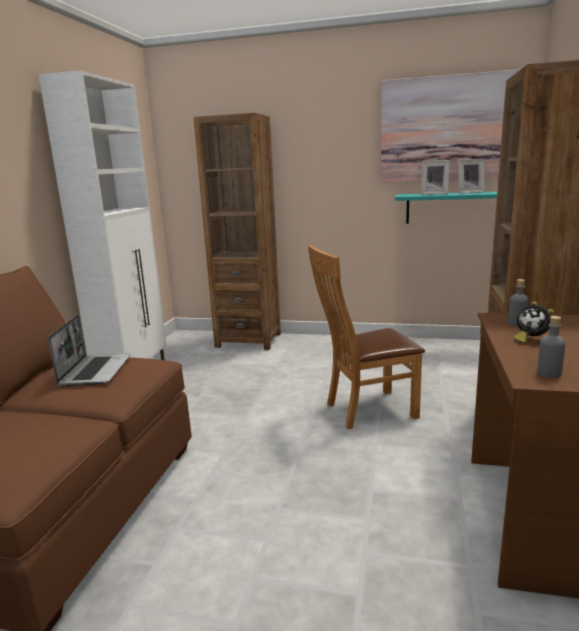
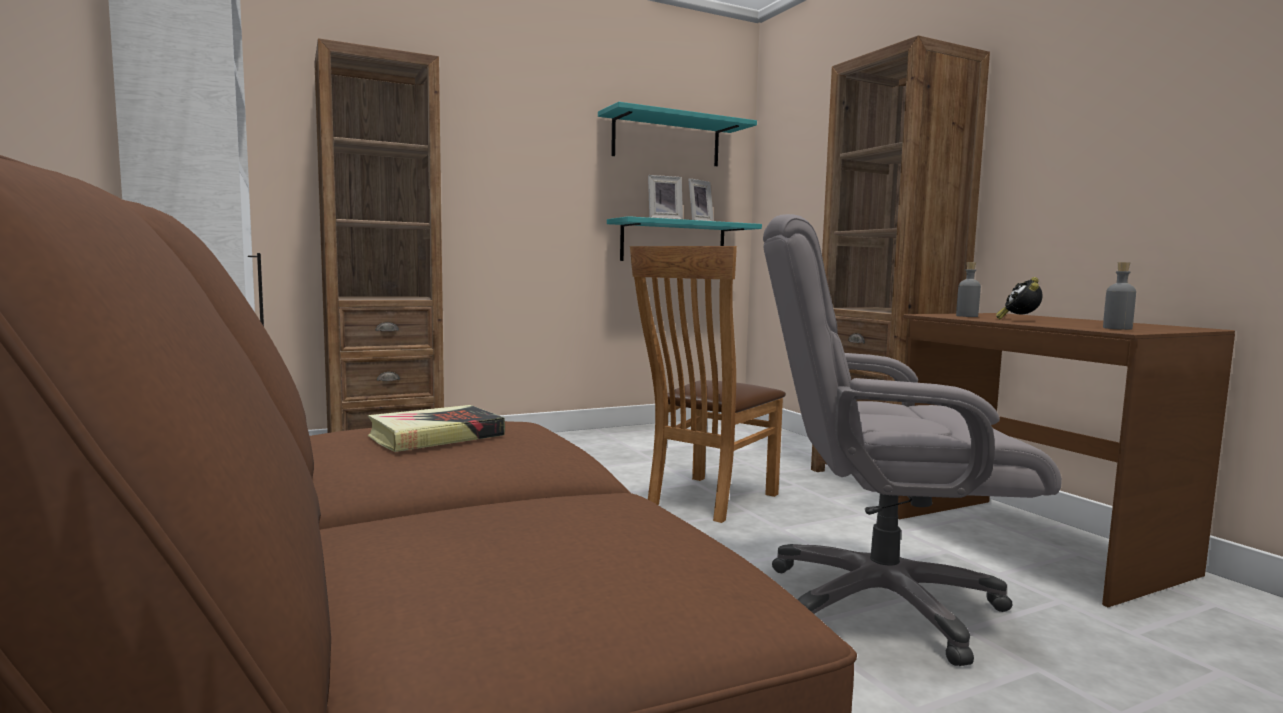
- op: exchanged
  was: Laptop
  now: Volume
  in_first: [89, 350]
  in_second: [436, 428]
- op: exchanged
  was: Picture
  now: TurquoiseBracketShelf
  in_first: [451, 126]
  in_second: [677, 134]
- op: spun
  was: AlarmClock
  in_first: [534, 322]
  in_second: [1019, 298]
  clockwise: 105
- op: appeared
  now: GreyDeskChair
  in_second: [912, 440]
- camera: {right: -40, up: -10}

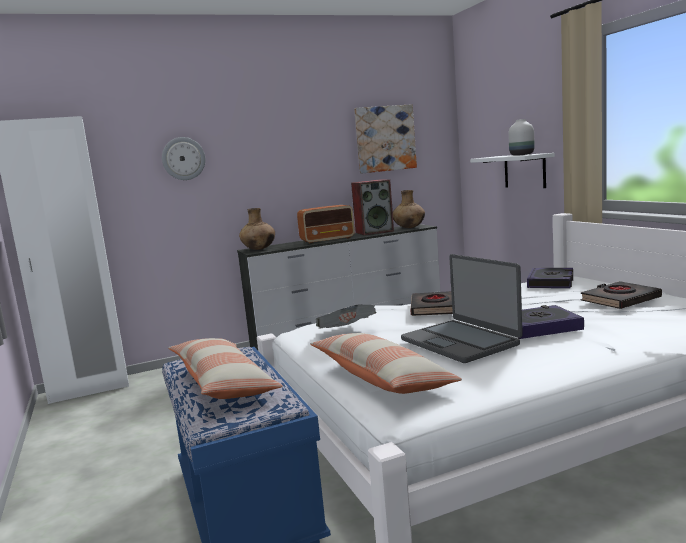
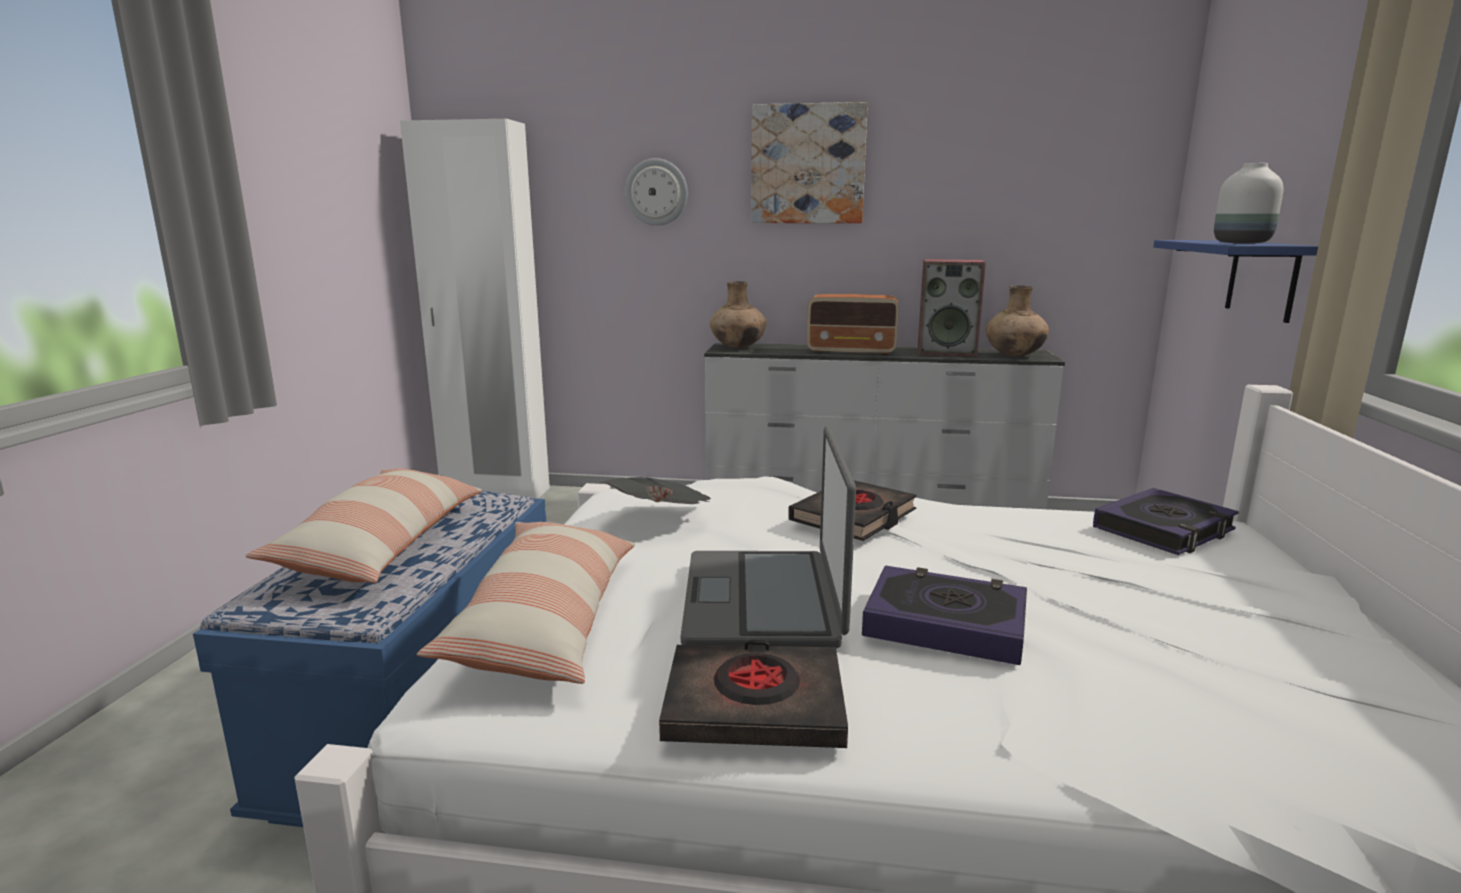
- op: relocated
  was: Picture
  in_first: [385, 139]
  in_second: [809, 162]
- op: colour
  was: WhiteColouredBracketShelf
  now: BlueBracketShelf
  in_first: [512, 170]
  in_second: [1235, 281]
- op: relocated
  was: BlackishVolume
  in_first: [621, 295]
  in_second: [753, 694]
- camera: {right: 30, up: 5}

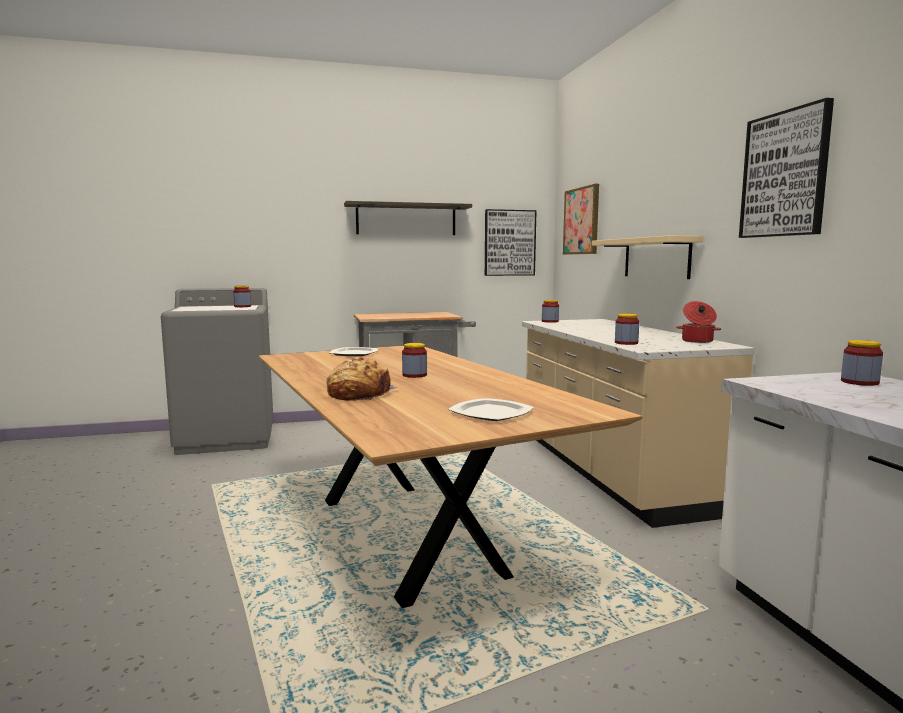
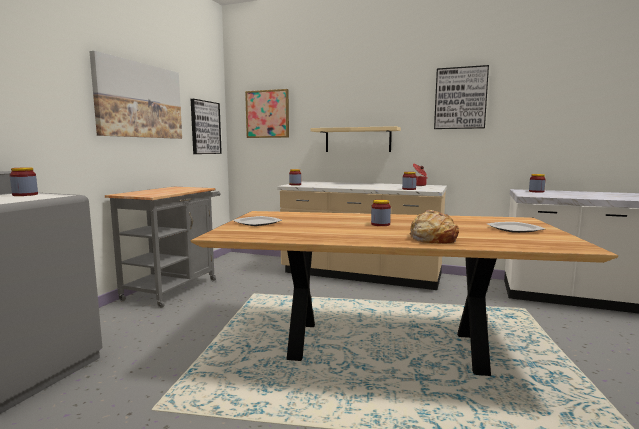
- op: exchanged
  was: BracketShelf
  now: Picture
  in_first: [408, 218]
  in_second: [135, 95]
- camera: {right: -55, up: 0}

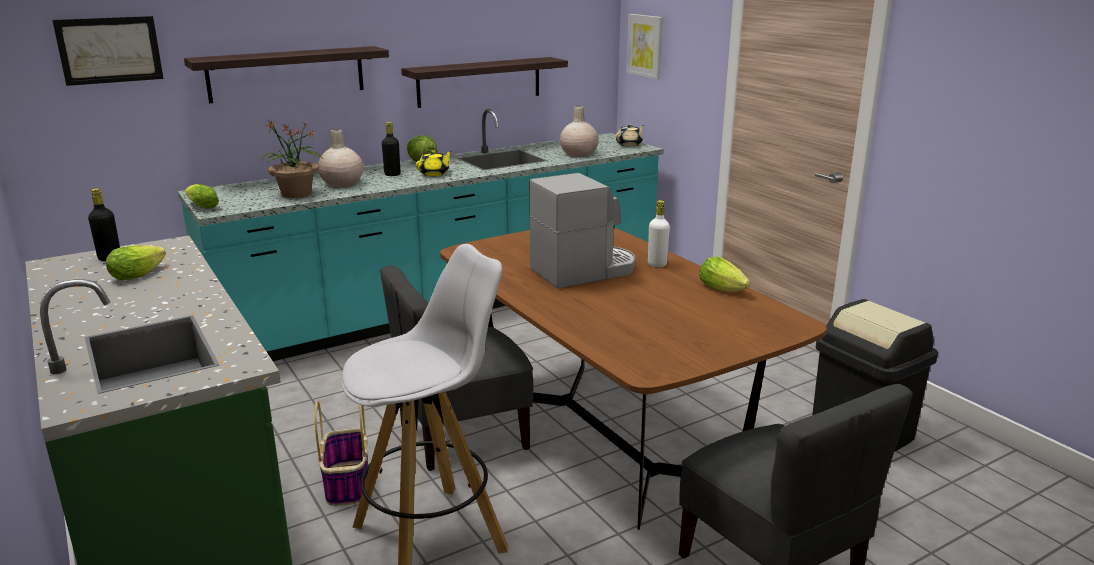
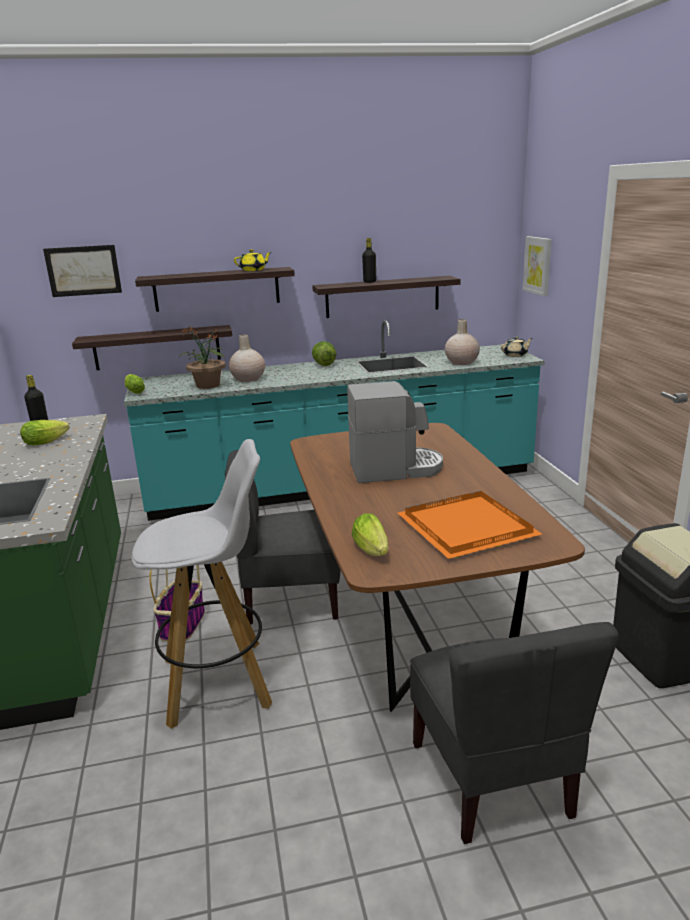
- op: relocated
  was: BlackishBeverageBottle
  in_first: [391, 149]
  in_second: [369, 260]
- op: relocated
  was: YellowishPotForTea
  in_first: [433, 163]
  in_second: [252, 260]
- op: missing
  was: WhiteColouredBeverageBottle
  in_first: [659, 233]
- op: relocated
  was: HeadOfLettuce
  in_first: [725, 274]
  in_second: [370, 534]
- op: appeared
  now: BracketShelf
  in_second: [152, 347]
- op: appeared
  now: OrangeyTray
  in_second: [470, 525]
- camera: {right: 20, up: 0}

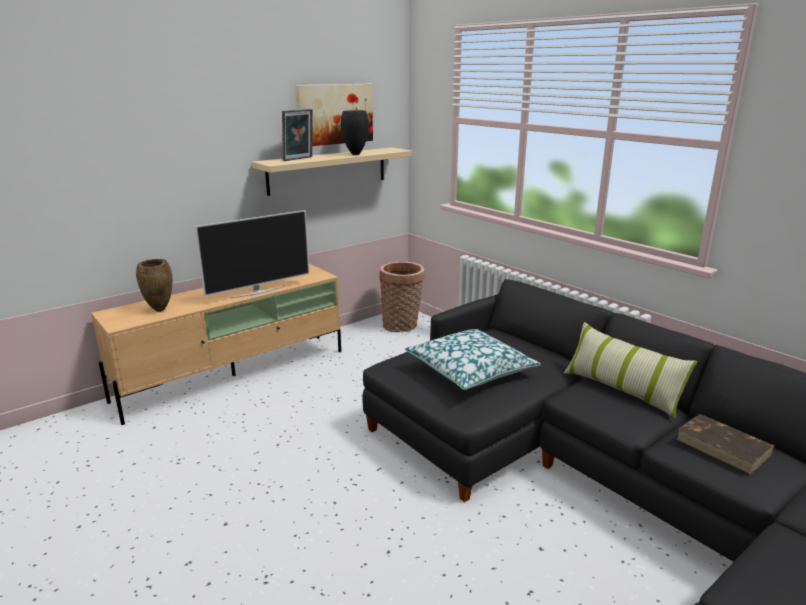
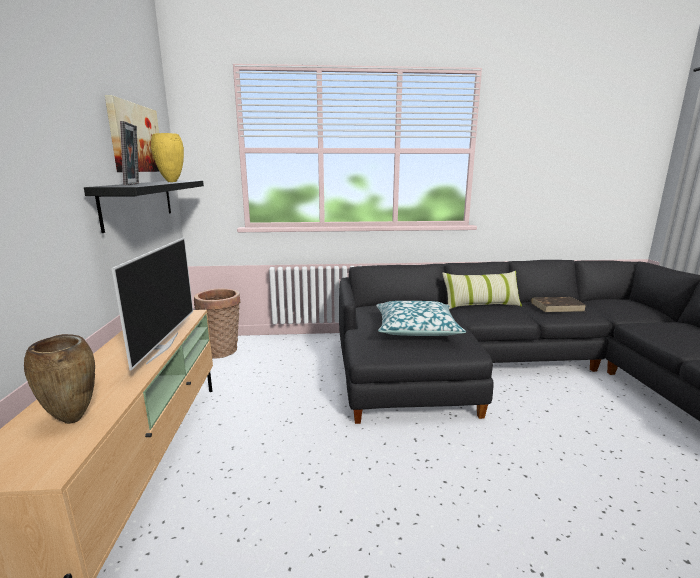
- op: colour
  was: SandColouredBracketShelf
  now: BlackishBracketShelf
  in_first: [332, 171]
  in_second: [144, 207]
- op: colour
  was: BlackishDecorativeVase
  now: YellowishDecorativeVase
  in_first: [355, 132]
  in_second: [167, 157]
- camera: {right: -55, up: -5}

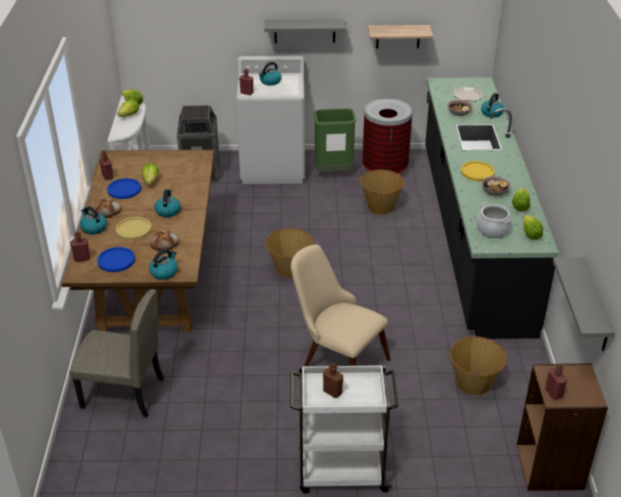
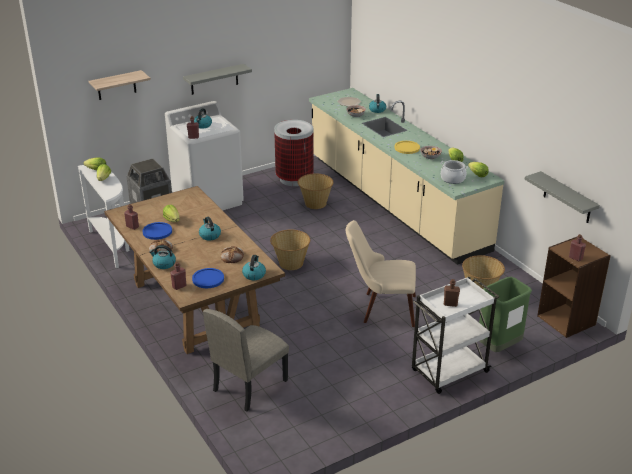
- op: spun
  was: SandColouredUprightChair
  in_first: [116, 353]
  in_second: [246, 360]
  clockwise: 150
- op: missing
  was: YellowishFlatDish
  in_first: [134, 228]
- op: relocated
  was: GreenColouredTrashCan
  in_first: [335, 140]
  in_second: [505, 314]
- op: relocated
  was: BracketShelf
  in_first: [400, 37]
  in_second: [120, 85]
- op: colour
  was: BlackishKitchenBaseUnit
  now: SandColouredKitchenBaseUnit
  in_first: [492, 208]
  in_second: [407, 176]
- camera: {right: -30, up: -5}

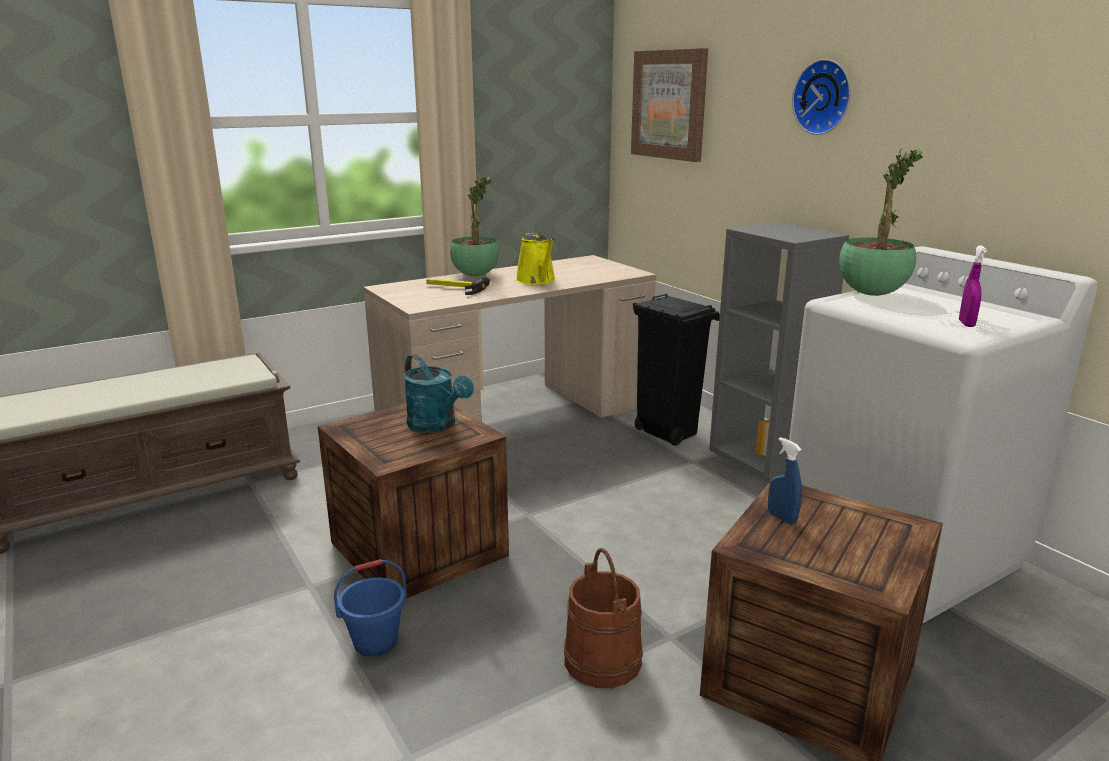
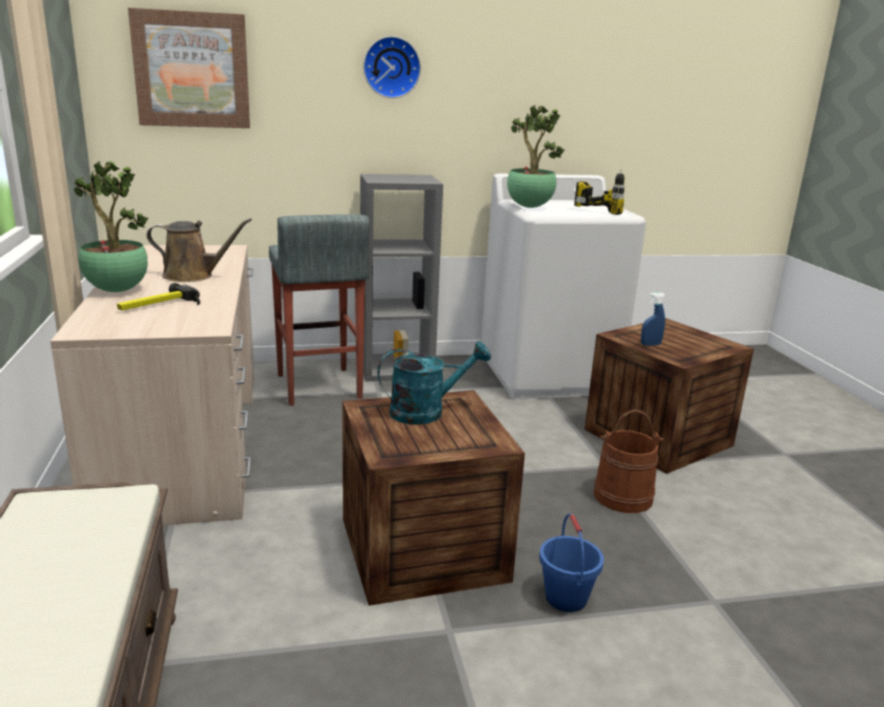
- op: colour
  was: YellowishWateringCan
  now: BrownColouredWateringCan
  in_first: [536, 259]
  in_second: [199, 250]
- op: exchanged
  was: BlackishTrashCan
  now: GreySittingStool
  in_first: [676, 370]
  in_second: [319, 310]
- op: exchanged
  was: PurpleColouredHandSprayer
  now: ElectricDrill
  in_first: [973, 286]
  in_second: [599, 192]
- camera: {right: -70, up: 0}

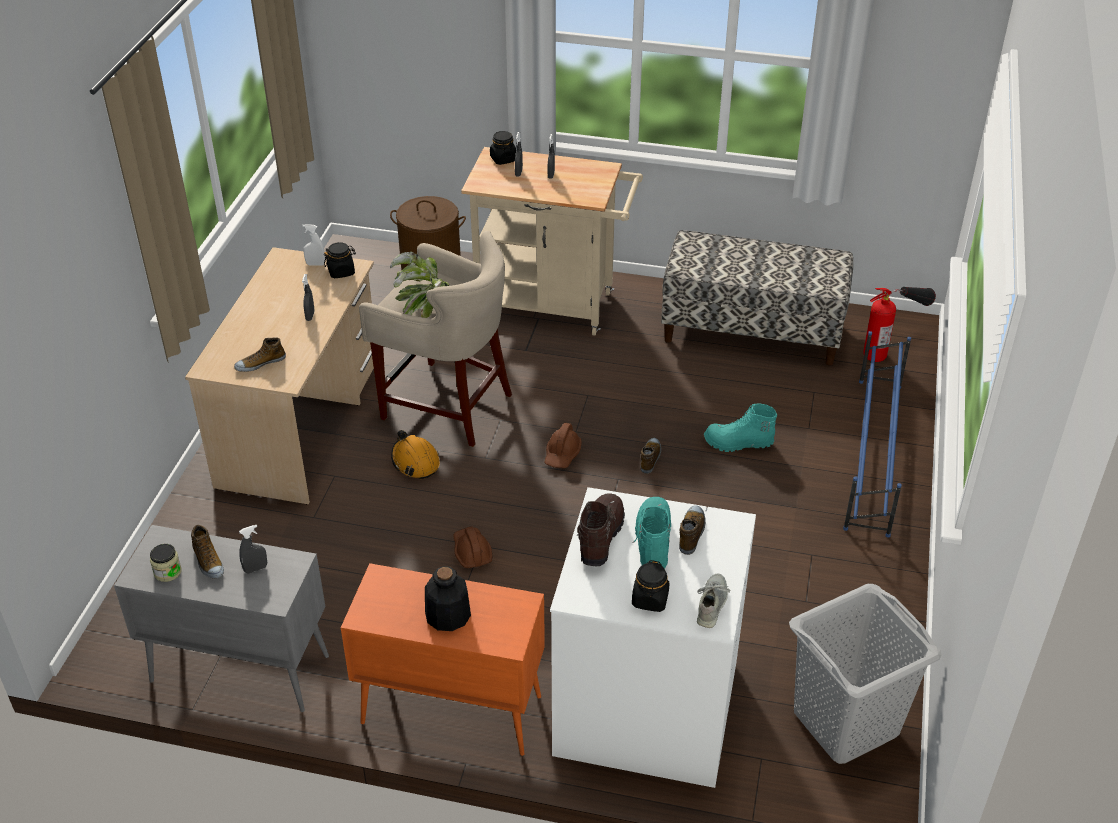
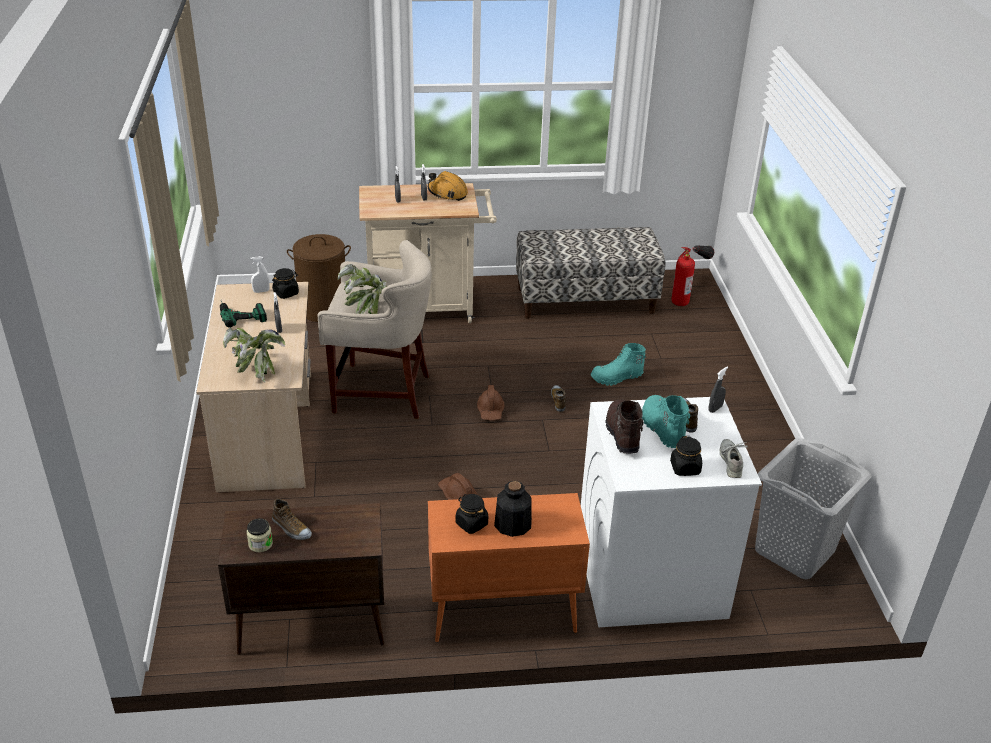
- op: colour
  was: GreyStorageCabinet
  now: BrownColouredStorageCabinet
  in_first: [221, 618]
  in_second: [301, 579]
- op: exchanged
  was: Shoe
  now: PlantInAPot
  in_first: [260, 355]
  in_second: [254, 354]
- op: relocated
  was: GreyHandSprayer
  in_first: [253, 549]
  in_second: [718, 390]
- op: relocated
  was: OrangeyWorkHelmet
  in_first: [415, 454]
  in_second: [448, 186]
- op: relocated
  was: BlackishPreserveJar
  in_first: [503, 148]
  in_second: [472, 514]
- op: missing
  was: BlueShoeShelf
  in_first: [877, 434]
- op: appeared
  now: ElectricDrill
  in_second: [243, 314]
- camera: {right: -20, up: -5}

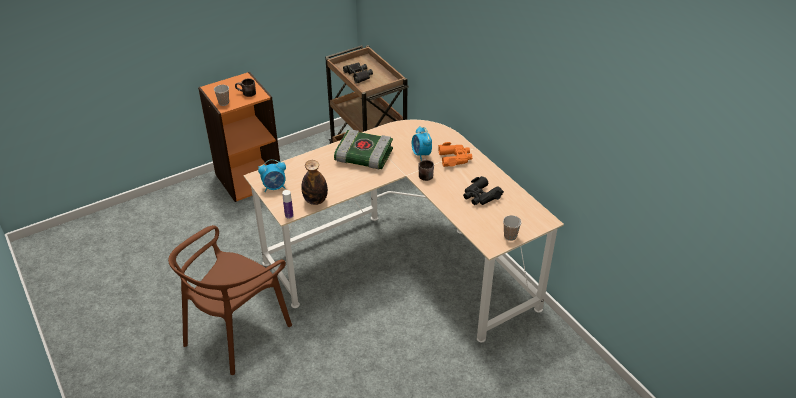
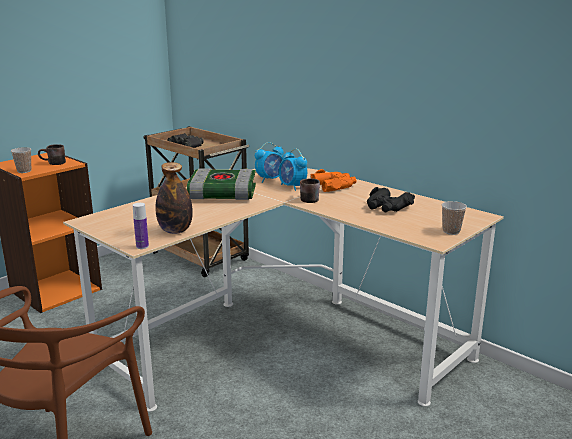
- op: relocated
  was: AlarmClock
  in_first: [272, 175]
  in_second: [269, 162]
- camera: {right: -15, up: -20}

